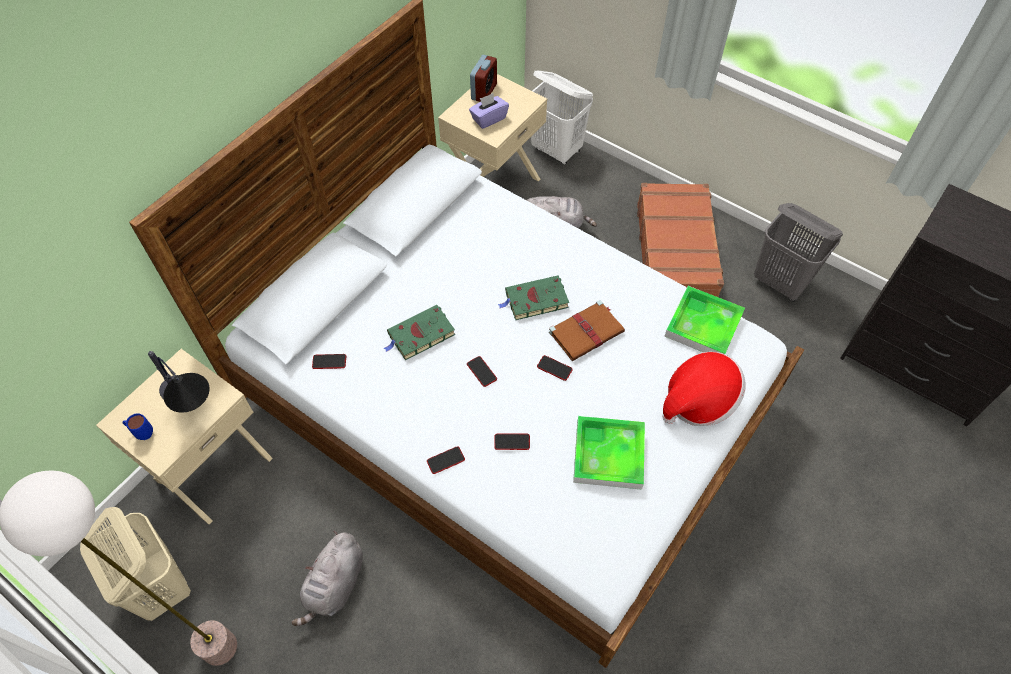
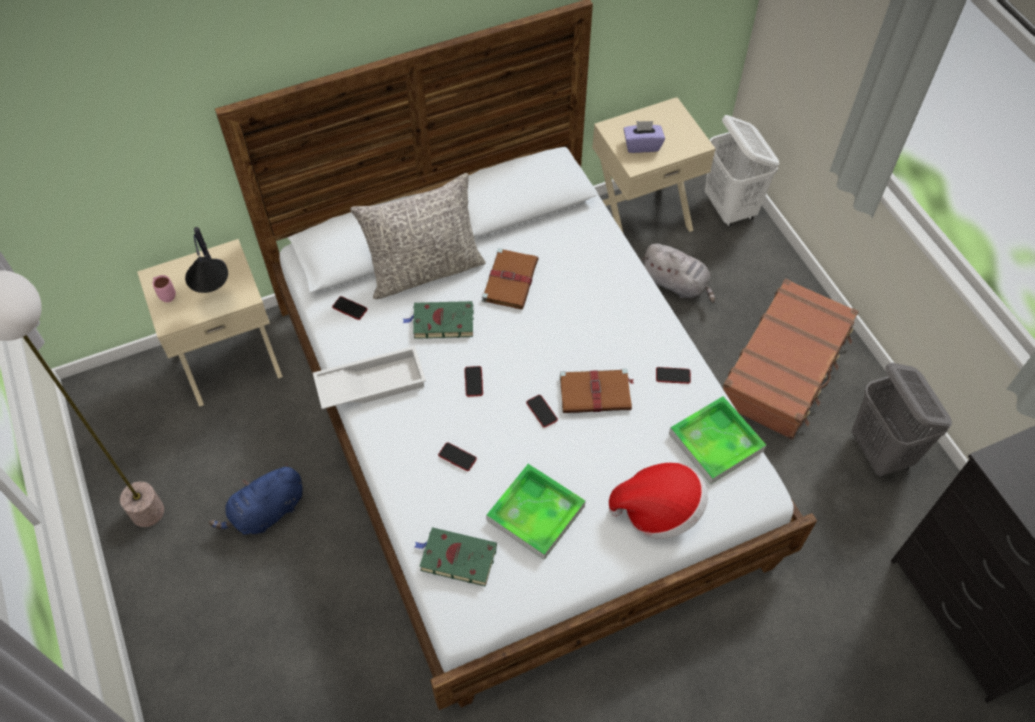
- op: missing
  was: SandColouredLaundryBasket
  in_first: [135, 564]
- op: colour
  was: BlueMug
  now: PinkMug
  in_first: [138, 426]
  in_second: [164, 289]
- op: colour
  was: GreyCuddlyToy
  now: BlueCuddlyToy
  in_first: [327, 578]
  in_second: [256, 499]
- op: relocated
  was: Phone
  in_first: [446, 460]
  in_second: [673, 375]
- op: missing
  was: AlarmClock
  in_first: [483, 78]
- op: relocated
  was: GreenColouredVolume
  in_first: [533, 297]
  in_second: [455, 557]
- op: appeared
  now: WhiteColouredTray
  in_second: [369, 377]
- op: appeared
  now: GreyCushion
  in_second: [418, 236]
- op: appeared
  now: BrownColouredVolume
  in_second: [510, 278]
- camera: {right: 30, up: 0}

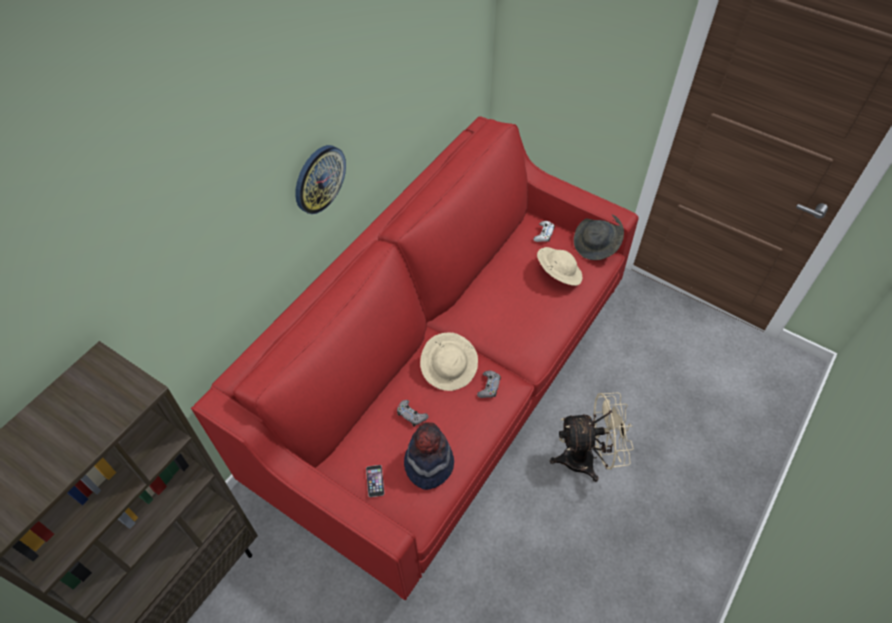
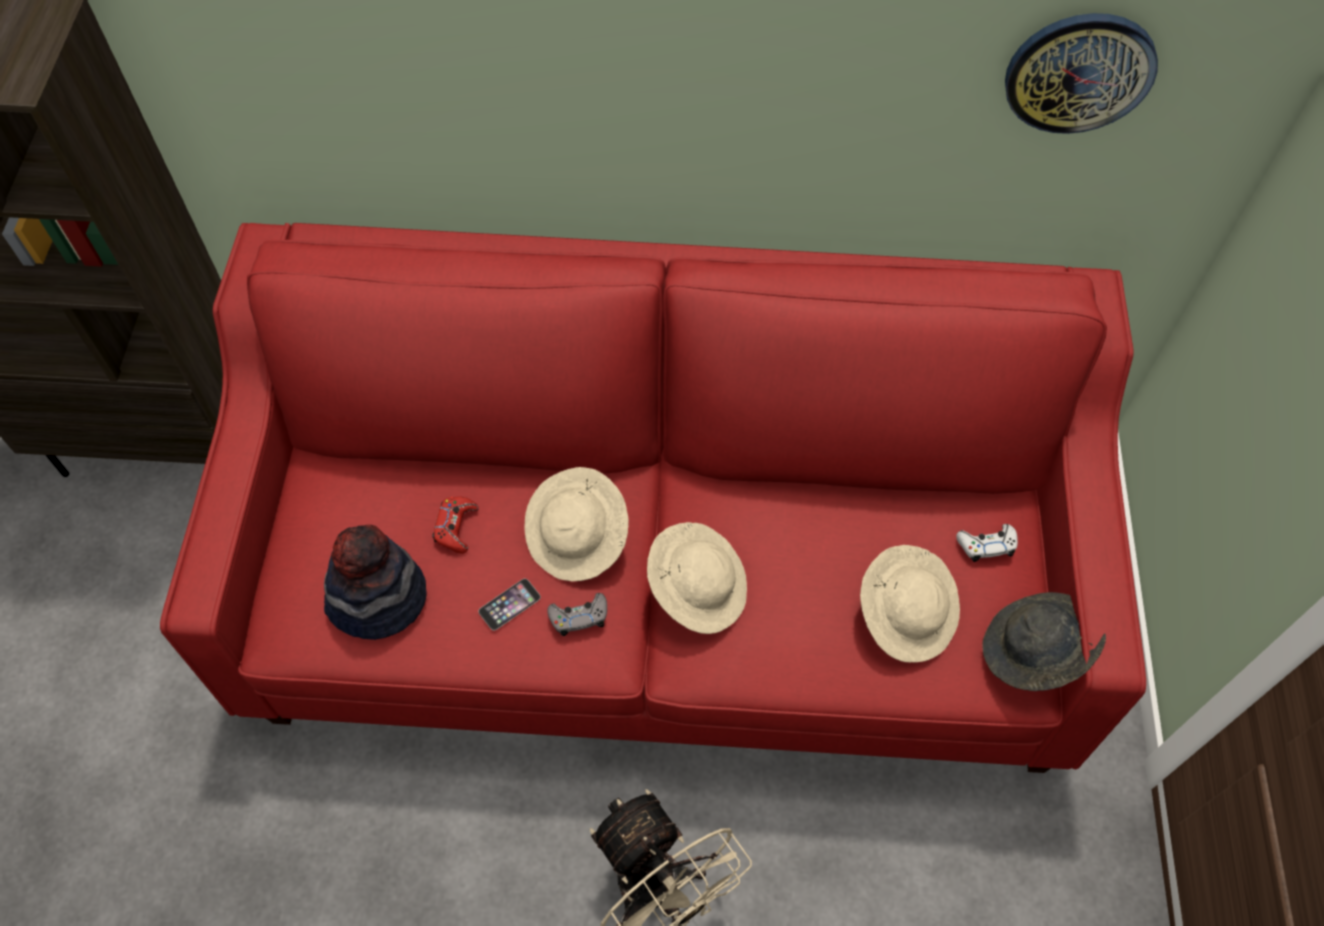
- op: relocated
  was: WallClock
  in_first: [320, 179]
  in_second: [1081, 73]
- op: relocated
  was: Phone
  in_first: [375, 481]
  in_second: [509, 605]
- op: colour
  was: GreyGameController
  now: RedGameController
  in_first: [413, 413]
  in_second: [455, 525]
- op: appeared
  now: SandColouredClothingHat
  in_second: [697, 578]
- camera: {right: 60, up: 5}

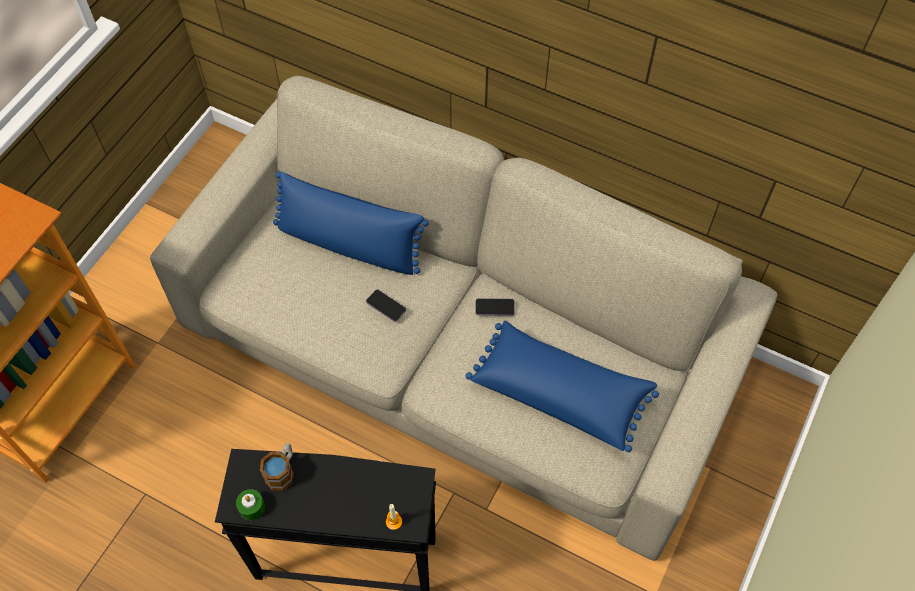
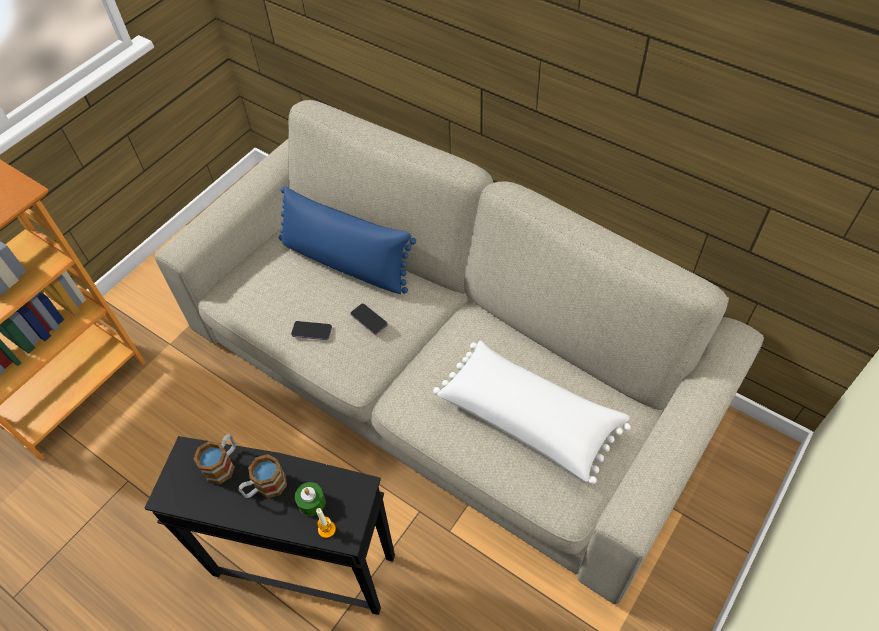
- op: relocated
  was: GreenColouredWaxLight
  in_first: [250, 504]
  in_second: [310, 499]
- op: colour
  was: BlueCushion
  now: WhiteColouredCushion
  in_first: [562, 386]
  in_second: [532, 412]
- op: relocated
  was: Phone
  in_first: [495, 307]
  in_second: [311, 330]
- op: appeared
  now: Mug
  in_second: [263, 476]
- camera: {right: 10, up: -5}

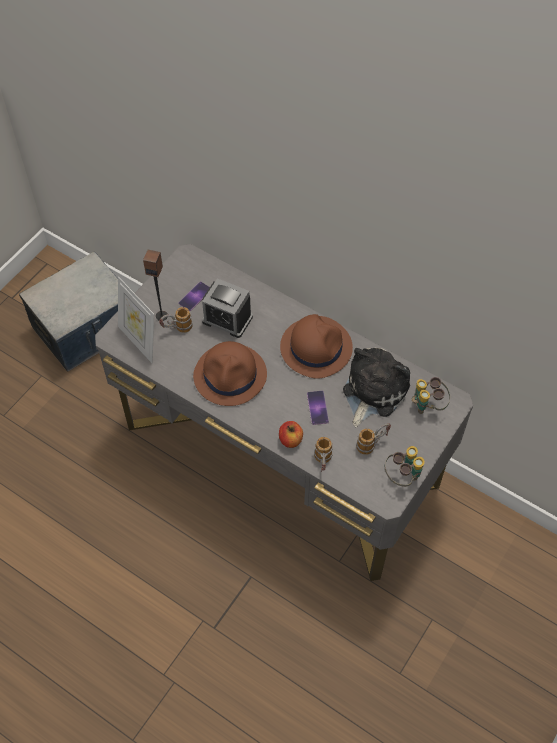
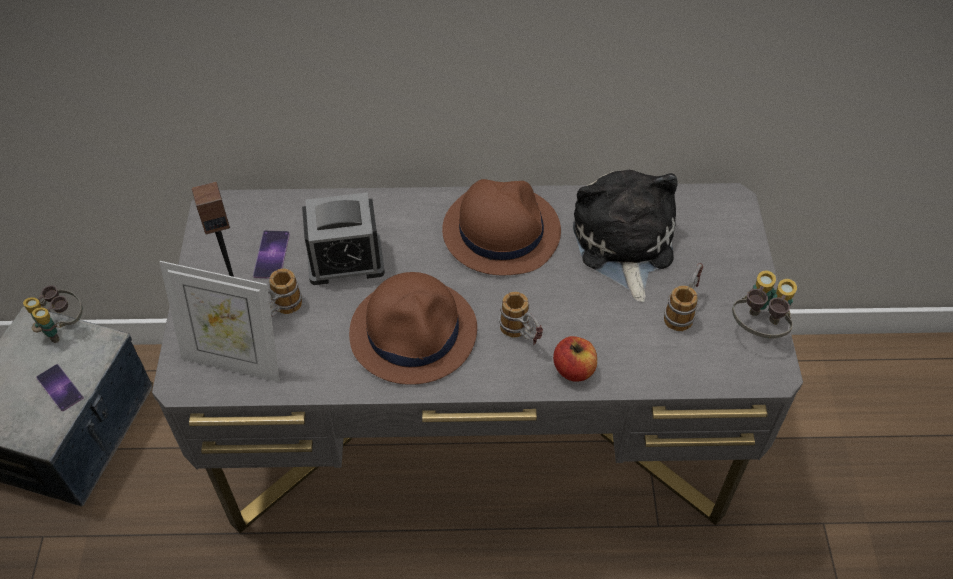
- op: relocated
  was: Phone
  in_first: [318, 408]
  in_second: [60, 387]
- op: relocated
  was: Mug
  in_first: [323, 454]
  in_second: [521, 318]
- op: relocated
  was: Binoculars
  in_first: [431, 395]
  in_second: [53, 314]
- camera: {right: -35, up: -5}

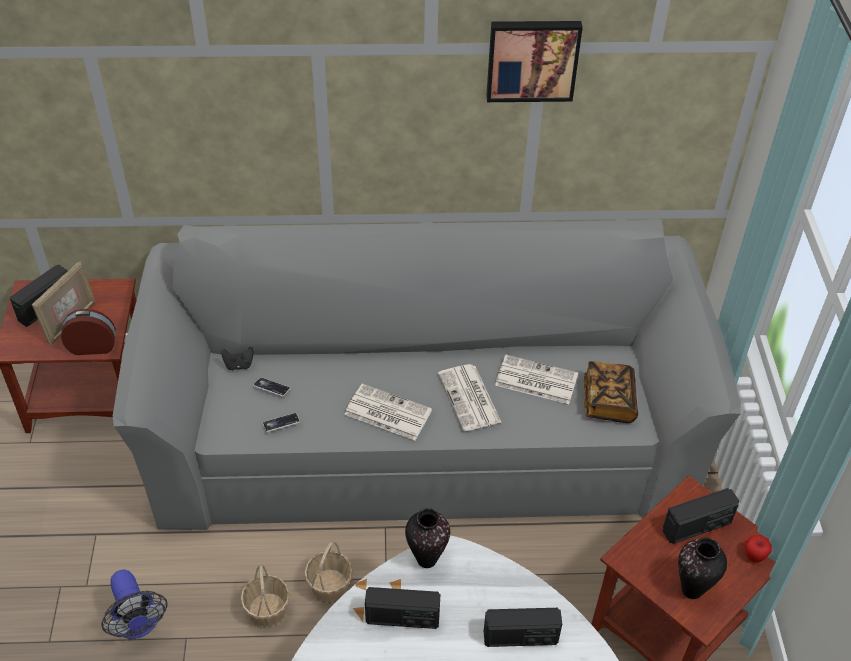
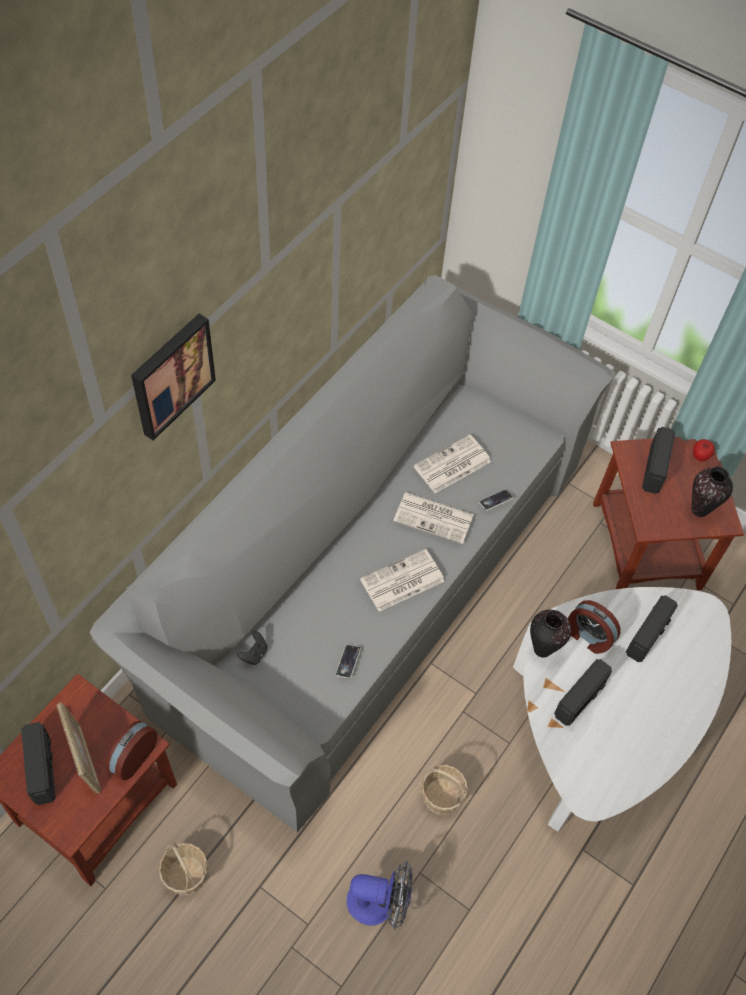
- op: relocated
  was: Phone
  in_first: [271, 386]
  in_second: [496, 500]
- op: relocated
  was: StorageBasket
  in_first: [328, 572]
  in_second: [183, 868]
- op: relocated
  was: Picture
  in_first: [534, 61]
  in_second: [173, 377]
- op: missing
  was: Volume
  in_first: [610, 392]
- op: appeared
  now: AlarmClock
  in_second: [594, 627]
- camera: {right: -55, up: 10}

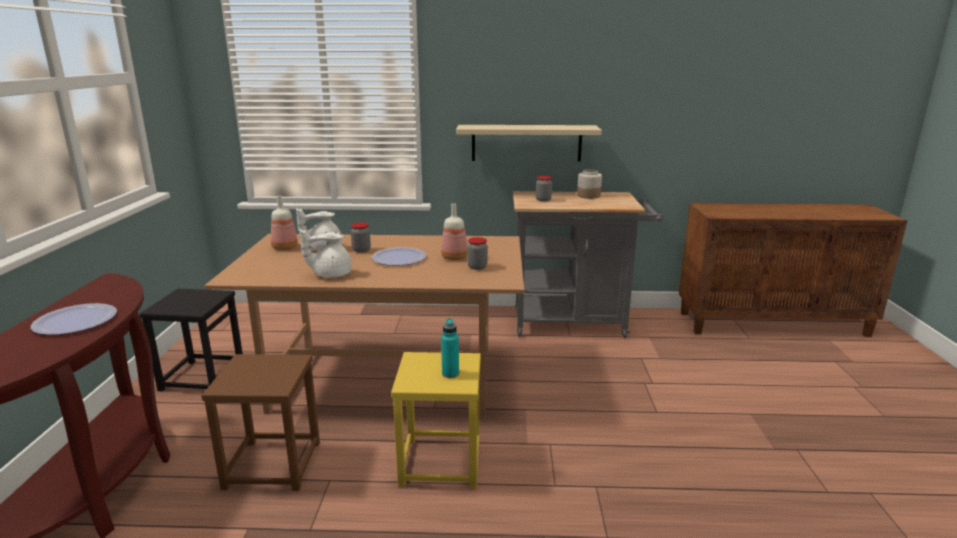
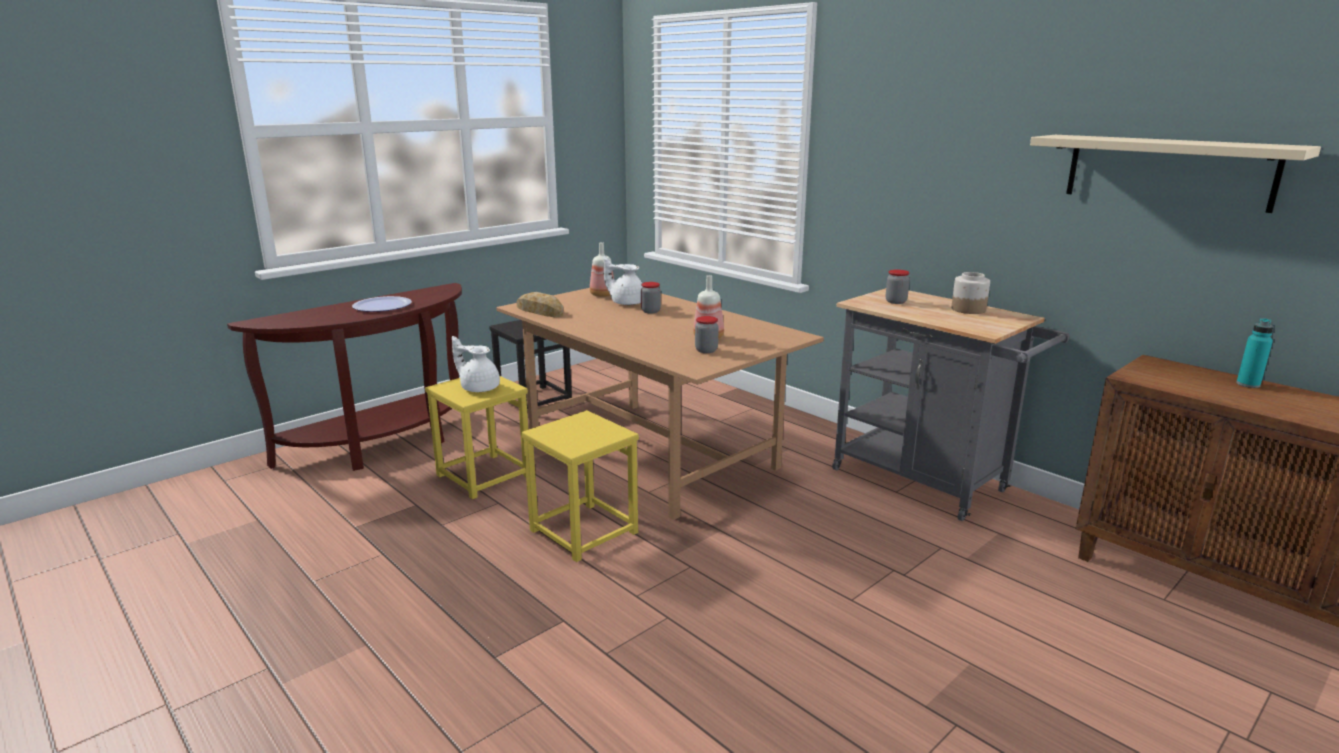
- op: colour
  was: BrownColouredSittingStool
  now: YellowishSittingStool
  in_first: [260, 422]
  in_second: [476, 437]
- op: relocated
  was: WhiteColouredPotForTea
  in_first: [326, 253]
  in_second: [476, 364]
- op: missing
  was: FlatDish
  in_first: [399, 256]
- op: relocated
  was: TurquoiseBeverageBottle
  in_first: [450, 348]
  in_second: [1254, 353]
- op: relocated
  was: SandColouredBracketShelf
  in_first: [529, 143]
  in_second: [1175, 174]
- op: appeared
  now: Bread
  in_second: [539, 304]
- camera: {right: 45, up: 0}

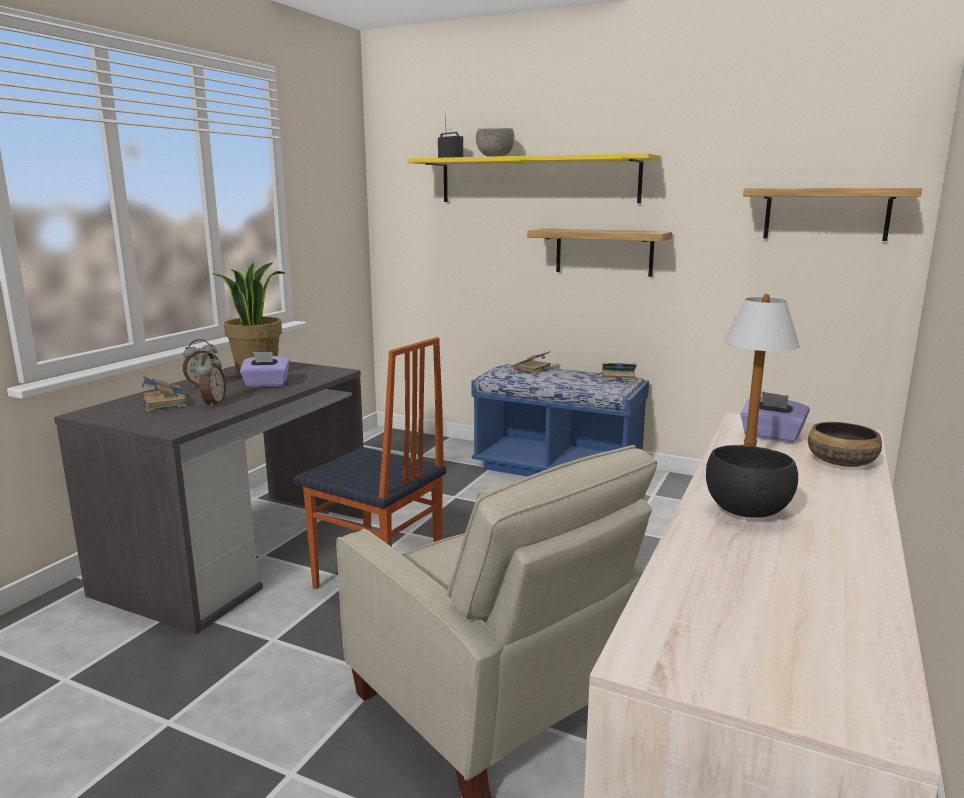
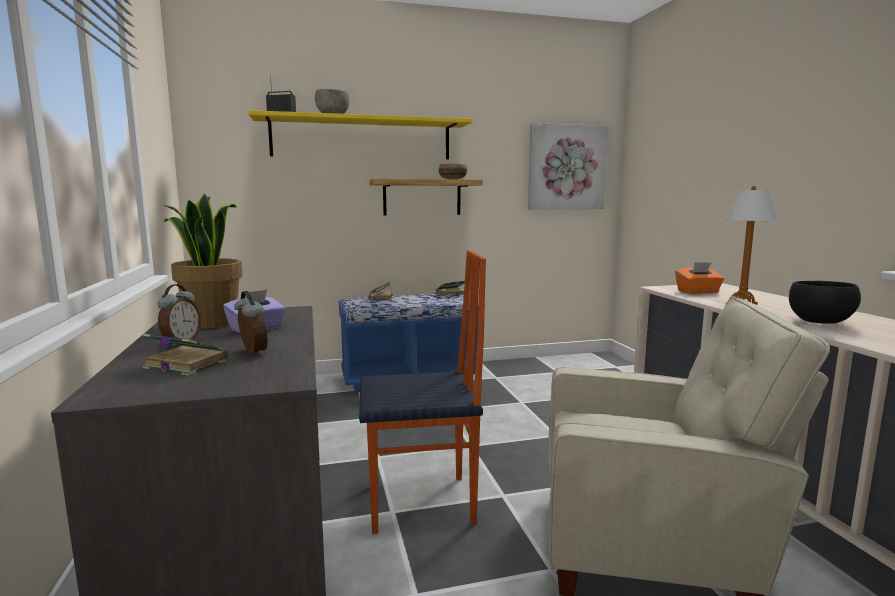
- op: colour
  was: PurpleColouredTissueBox
  now: OrangeyTissueBox
  in_first: [775, 417]
  in_second: [699, 278]
- op: exchanged
  was: BracketShelf
  now: Picture
  in_first: [832, 214]
  in_second: [568, 166]
- op: relocated
  was: ServingBowl
  in_first: [845, 444]
  in_second: [453, 171]
- camera: {right: -40, up: -5}

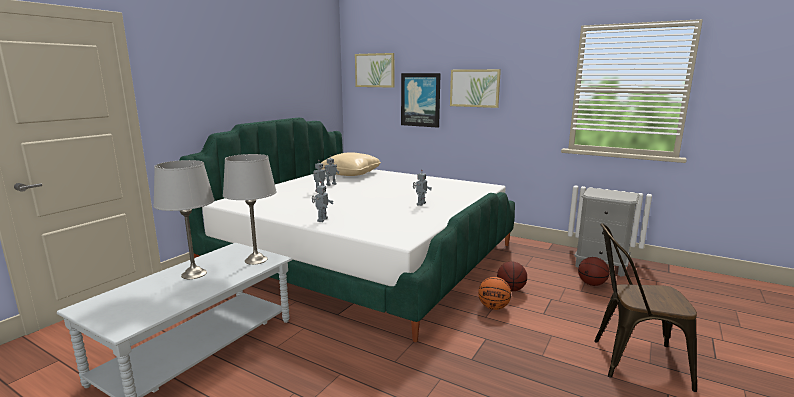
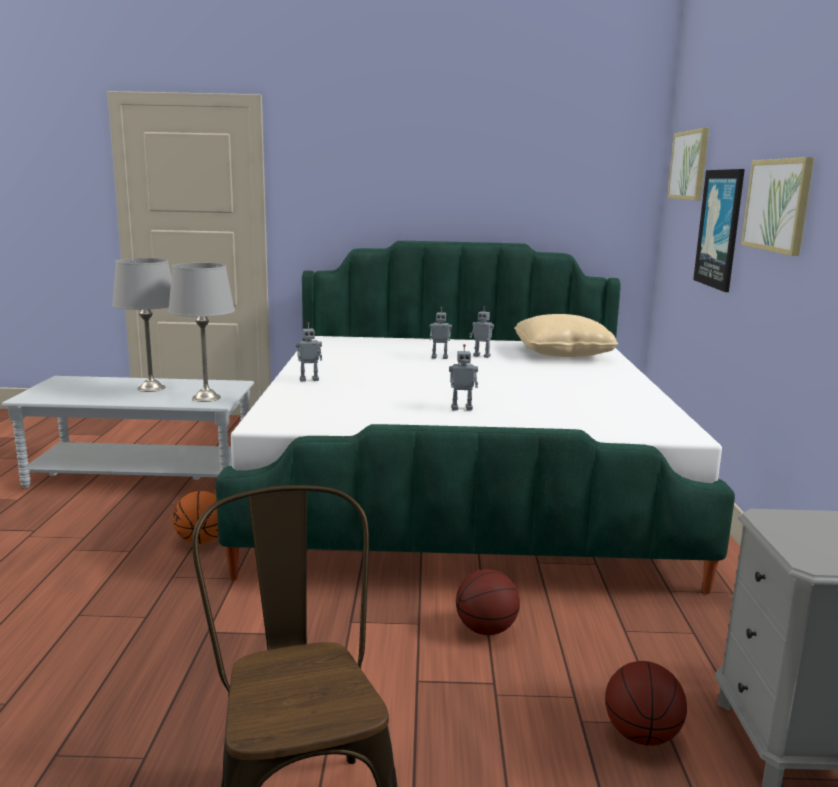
- op: relocated
  was: Basketball
  in_first: [494, 293]
  in_second: [195, 517]
- camera: {right: 60, up: 0}

